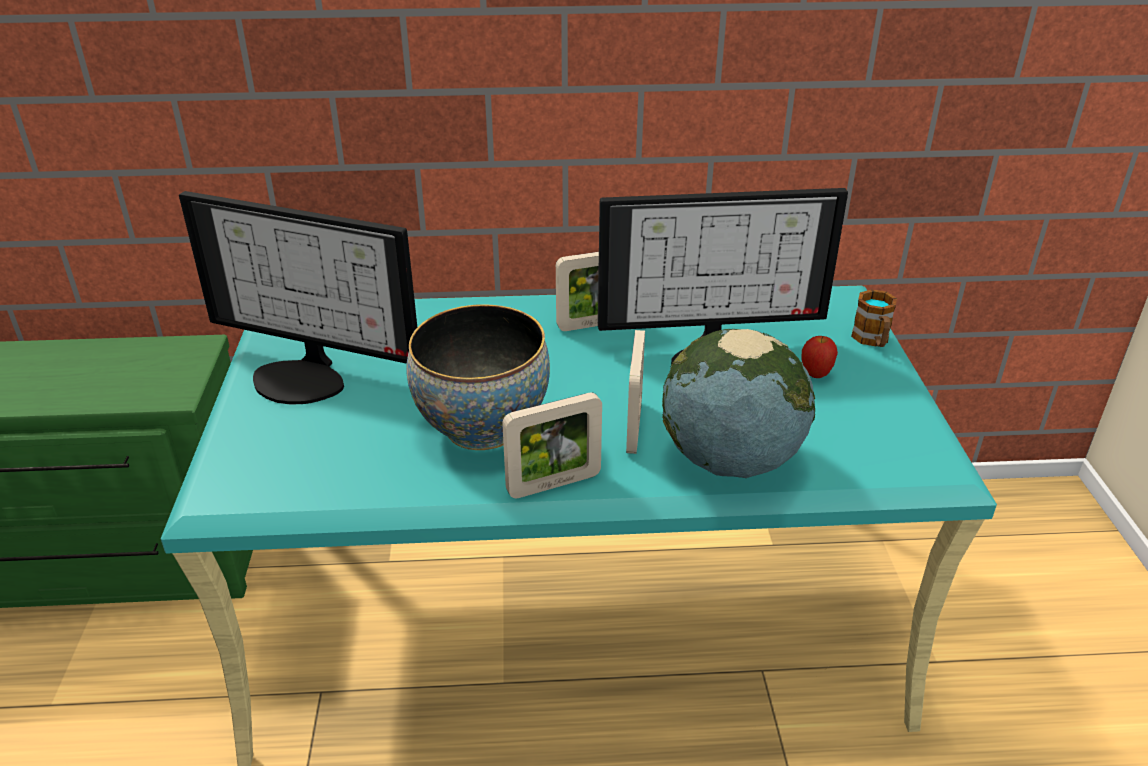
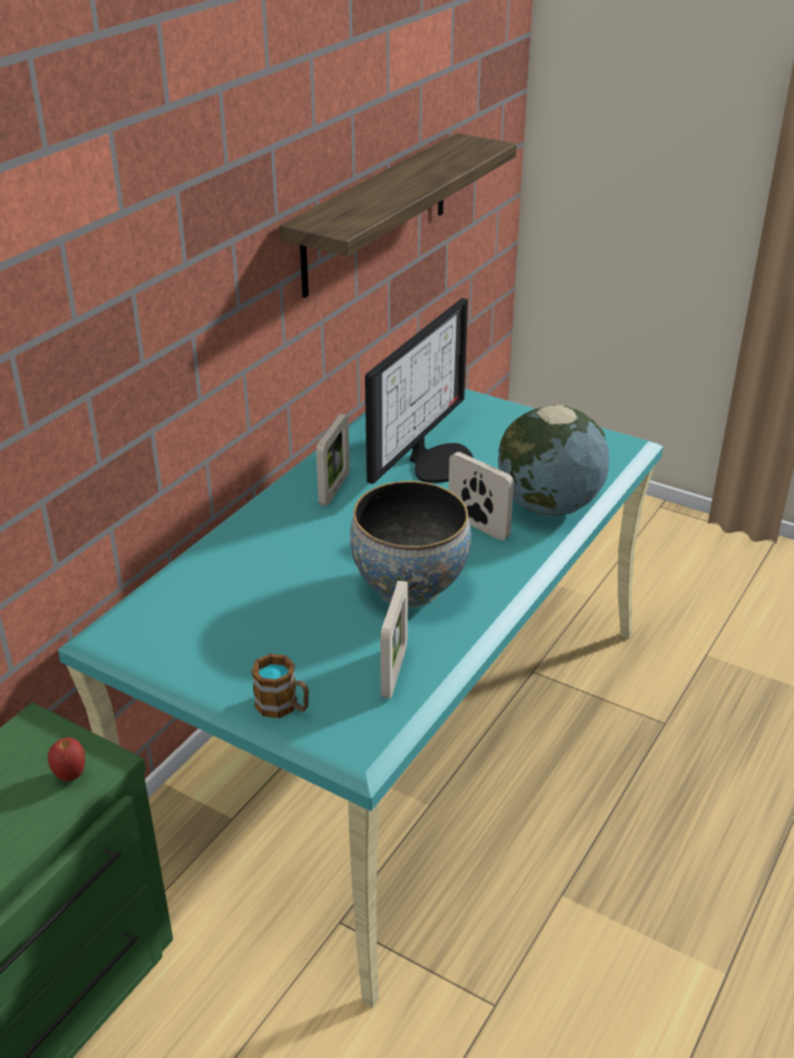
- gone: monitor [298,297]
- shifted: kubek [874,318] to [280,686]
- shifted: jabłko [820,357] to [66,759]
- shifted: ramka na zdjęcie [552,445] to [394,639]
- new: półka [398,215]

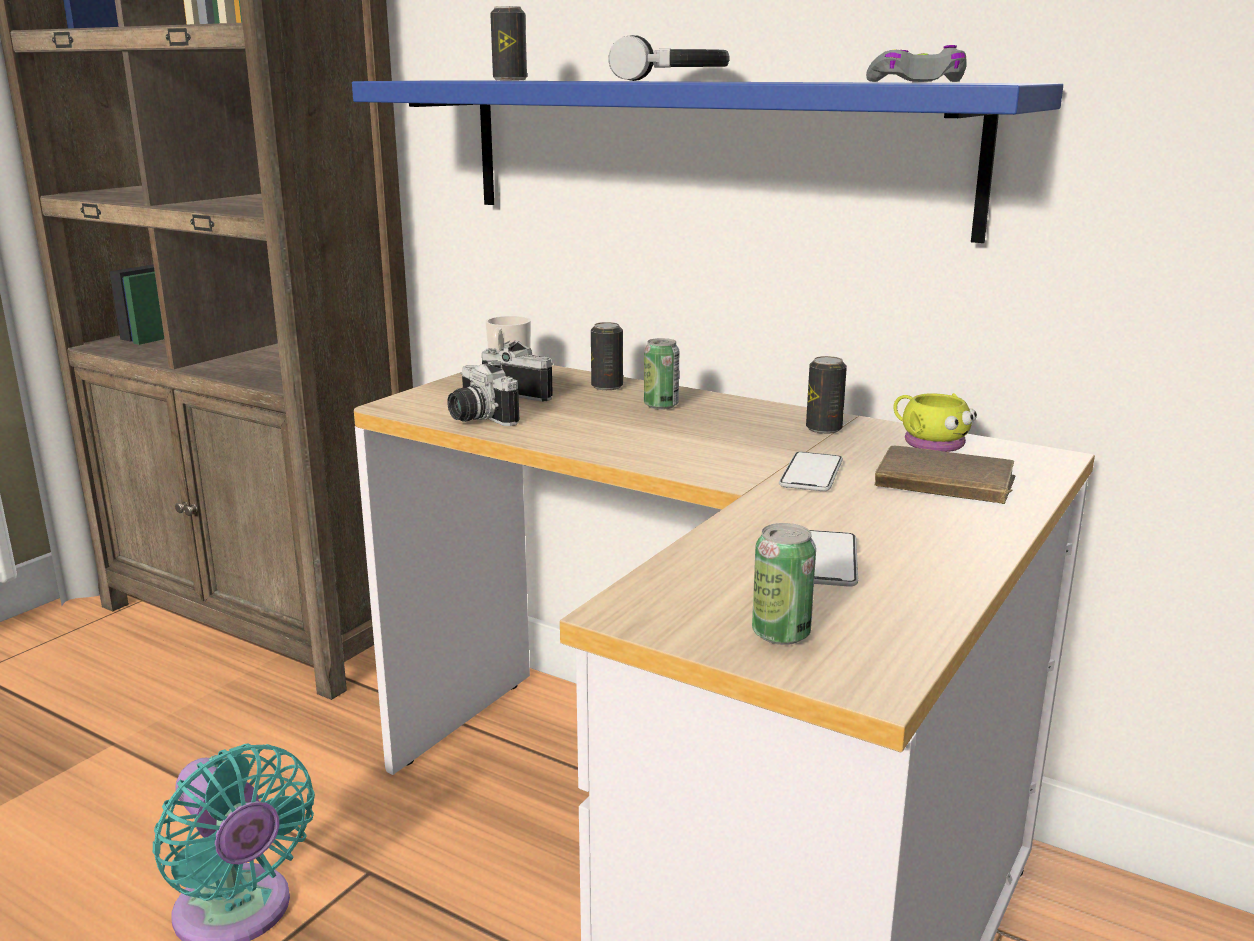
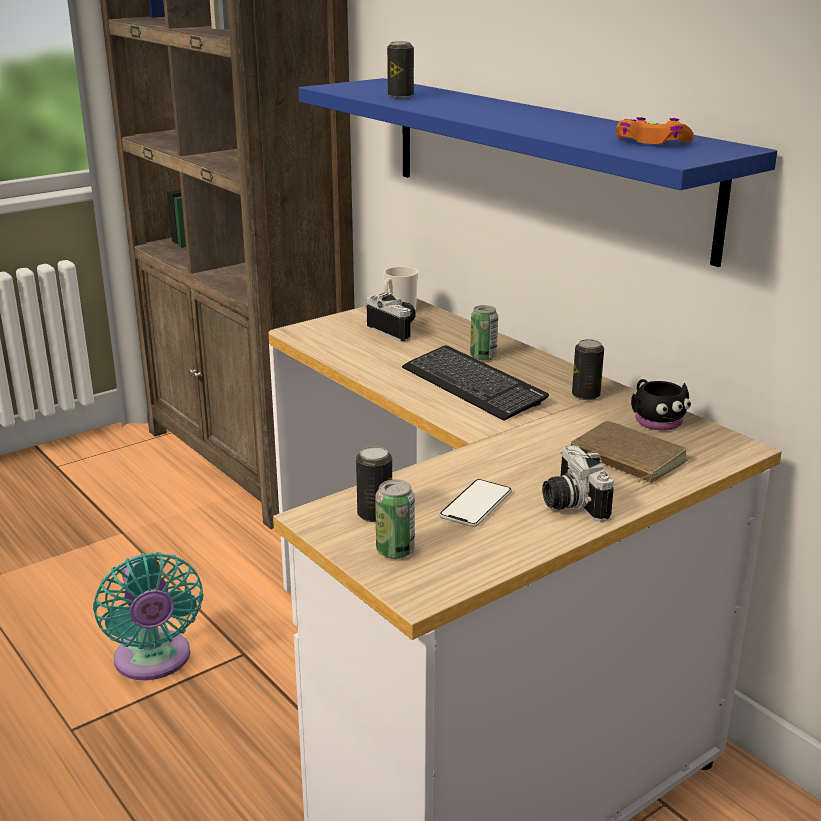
- gone: słuchawki [czarny] [669,58]
- repainted: pad do gier [szary] [916,63] to pad do gier [pomarańczowy] [655,130]
- shifted: puszka [607,356] to [374,484]
- shifted: aparat fotograficzny [483,393] to [578,483]
- repainted: kubek [żółty] [935,422] to kubek [czarny] [661,405]
- gone: telefon [811,471]
- new: klawiatura [475,383]

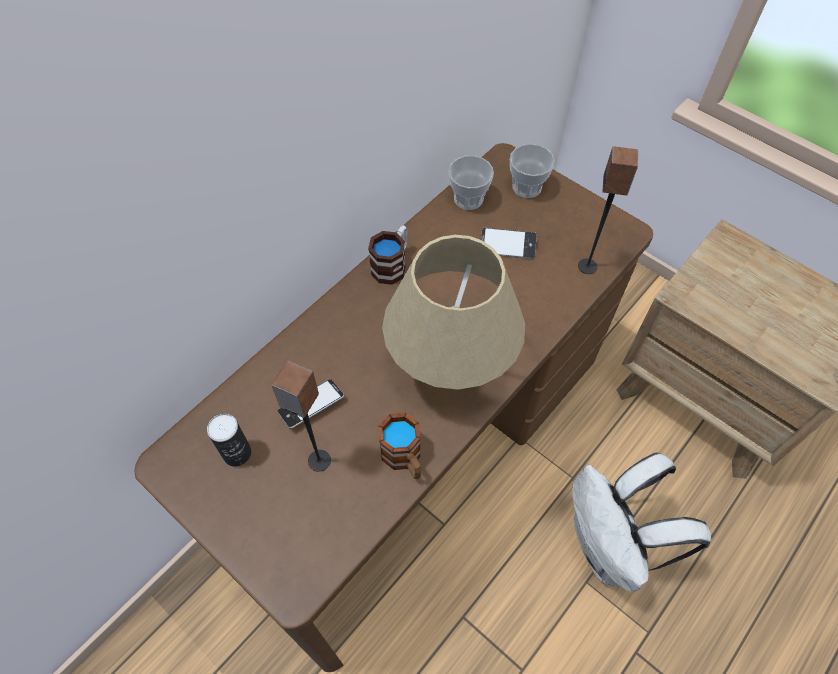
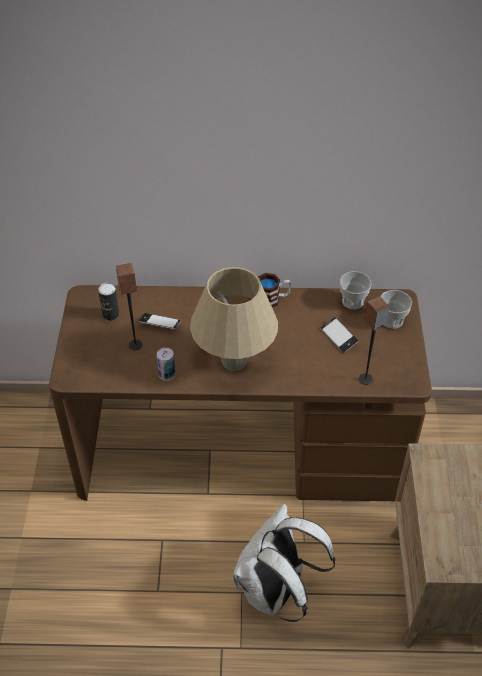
- swapped: kubek [400,446] to puszka [166,364]

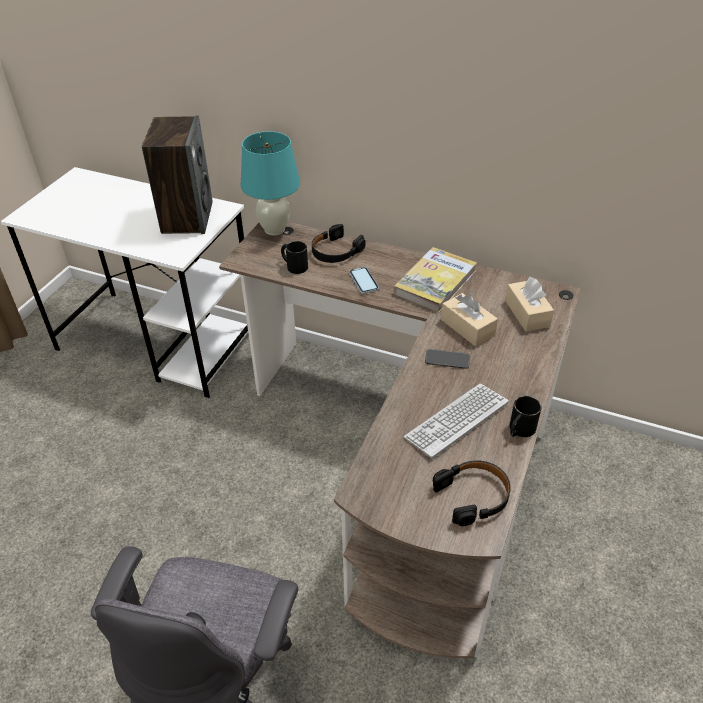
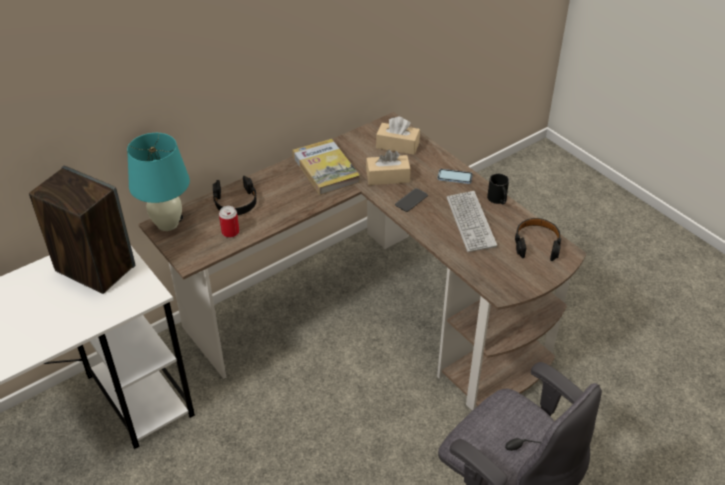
- swapped: kubek [czarny] [294,257] to puszka [229,222]
- shifted: telefon [364,280] to [455,176]

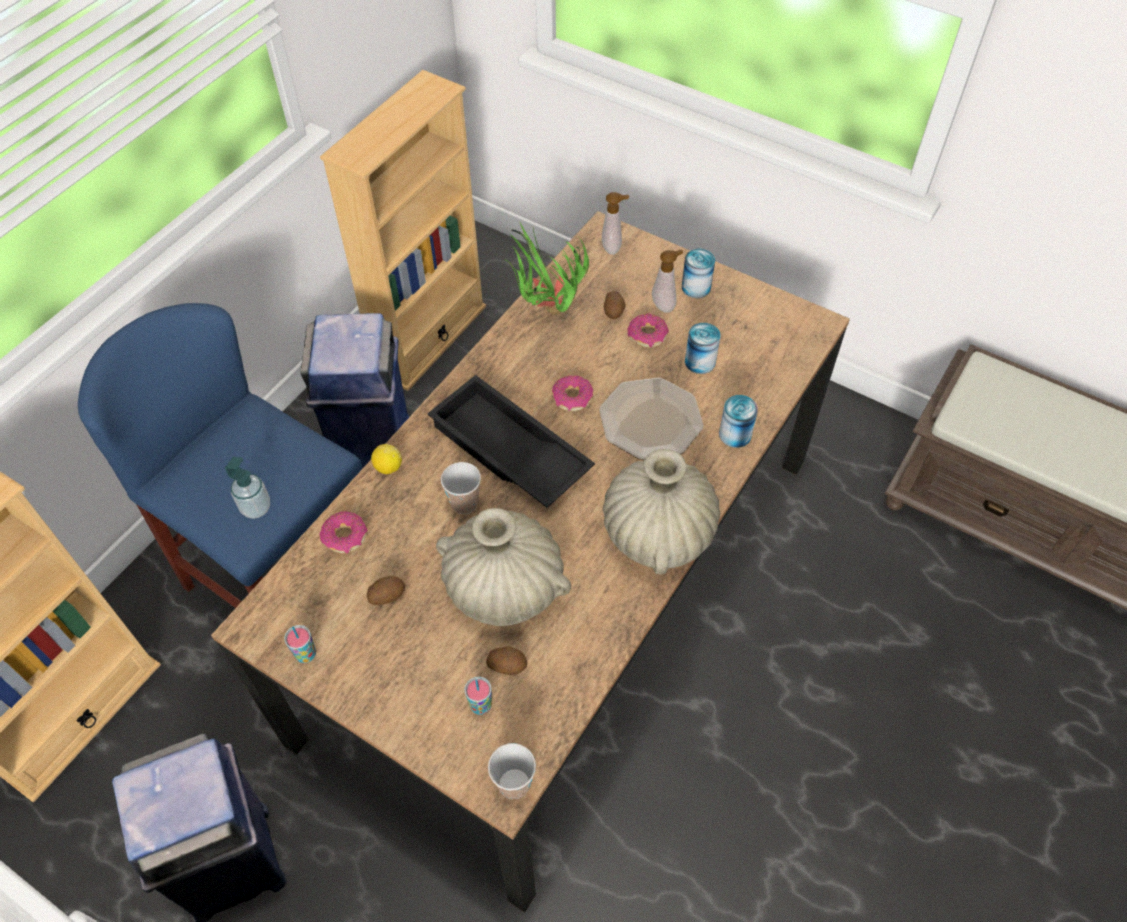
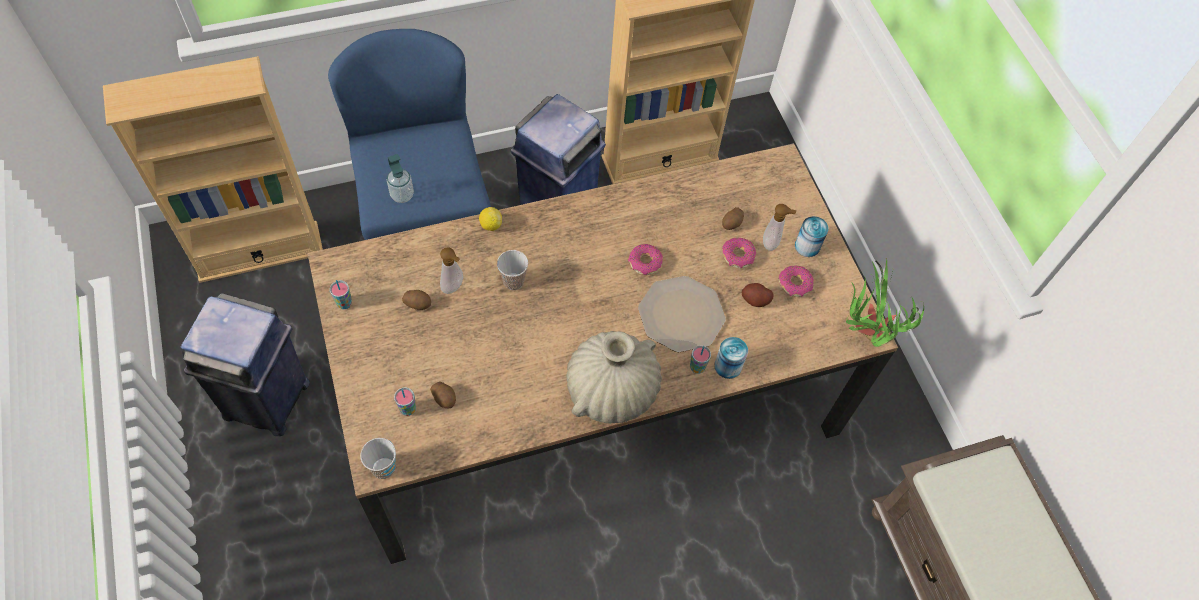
- shifted: dozownik mydła [615,223] to [451,270]
- shifted: roślina doniczkowa [547,269] to [885,302]
- swapped: puszka [702,348] to ziemniak [758,295]
- gone: taca [czarny] [511,441]
- gone: wazon [beżowy] [503,567]
- shifted: donut [343,533] to [796,281]
- new: filiżanka [700,359]

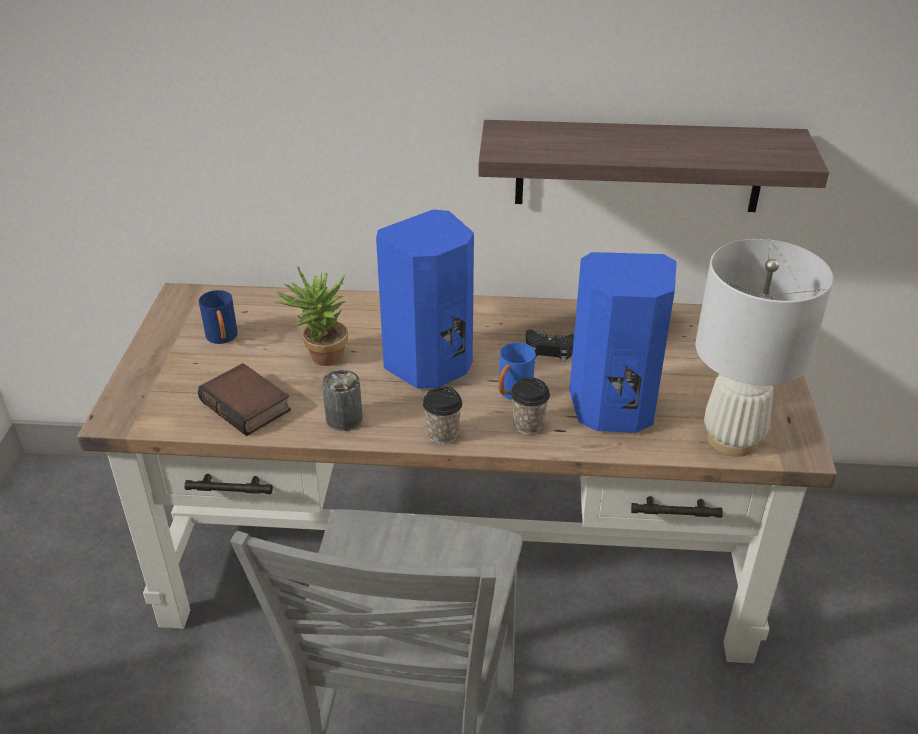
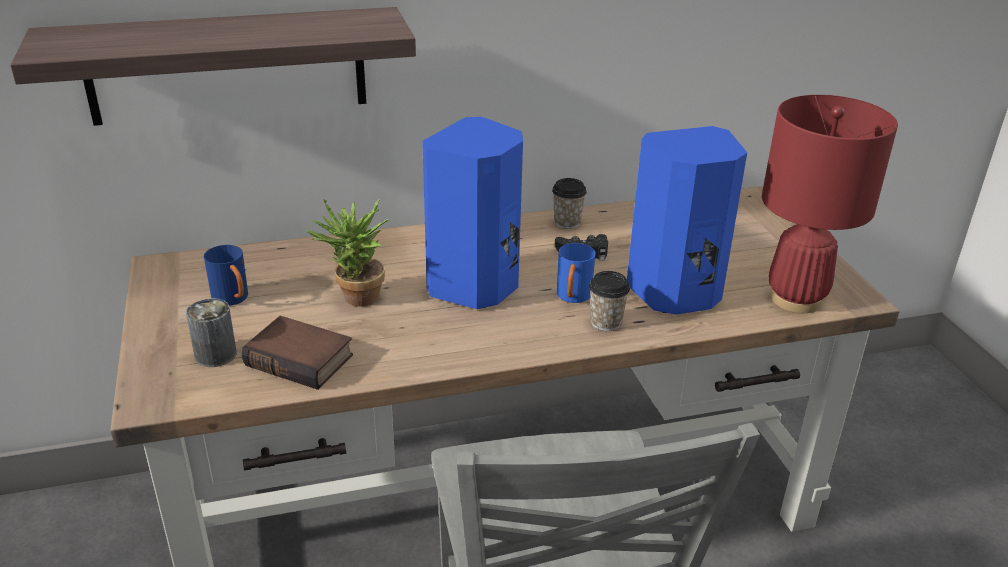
- shifted: półka [653,166] to [213,66]
- repainted: lampa stołowa [biały] [764,348] to lampa stołowa [czerwony] [830,204]
- shifted: puszka [342,400] to [211,332]
- shifted: filiżanka [442,415] to [569,203]

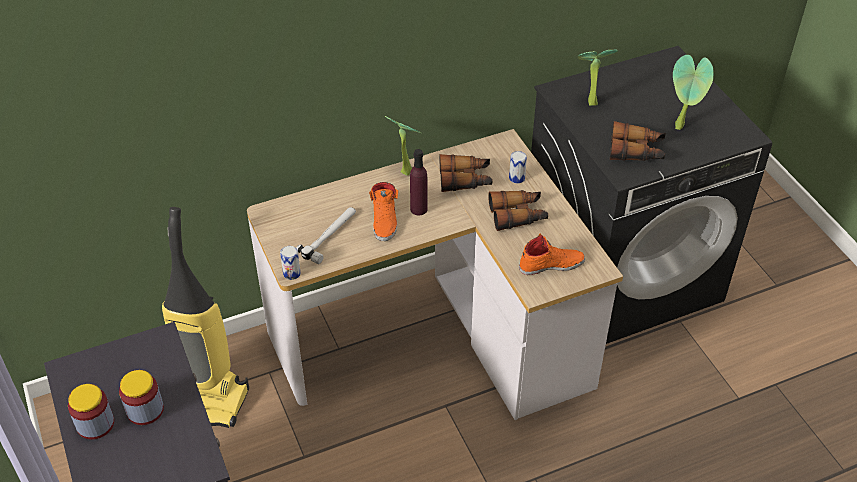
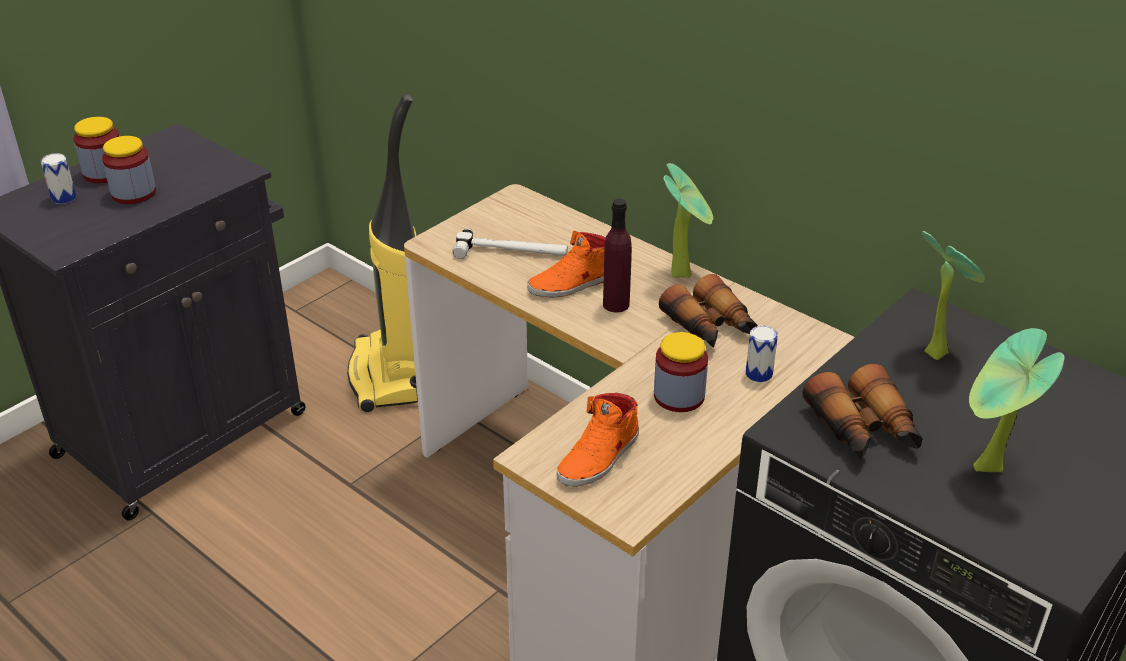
- swapped: lornetka [518,210] to słoik [681,372]
- rotated: but [pomarańczowy] [552,254] = [597,440] 75 degrees clockwise
- shifted: puszka [290,263] to [58,178]

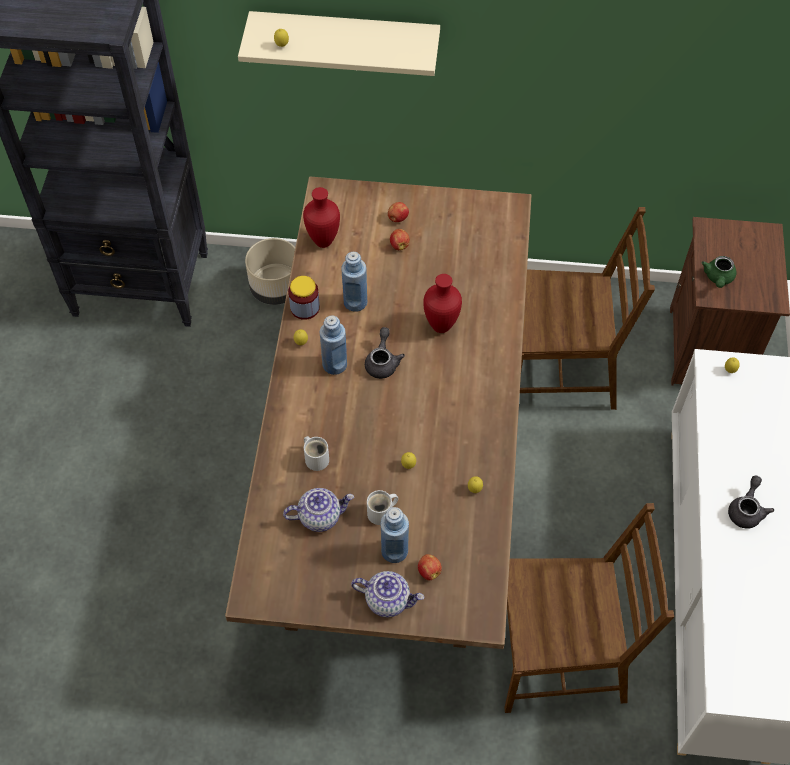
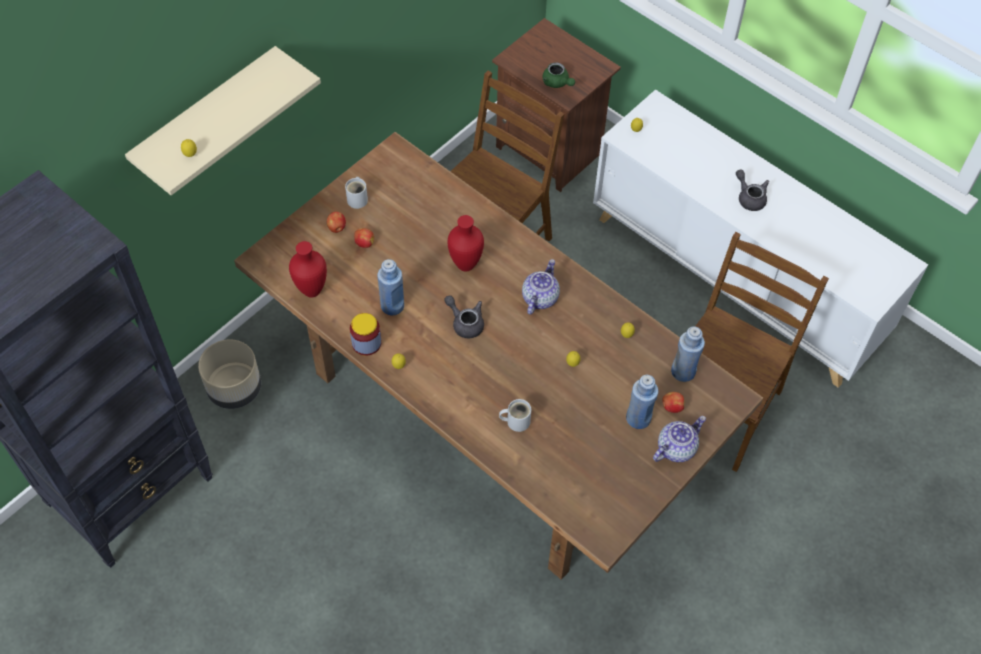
- shifted: butelka [niebieski] [333,345] to [688,354]
- shifted: imbryk [318,510] to [541,287]
- shifted: kubek [biały] [382,507] to [356,193]

